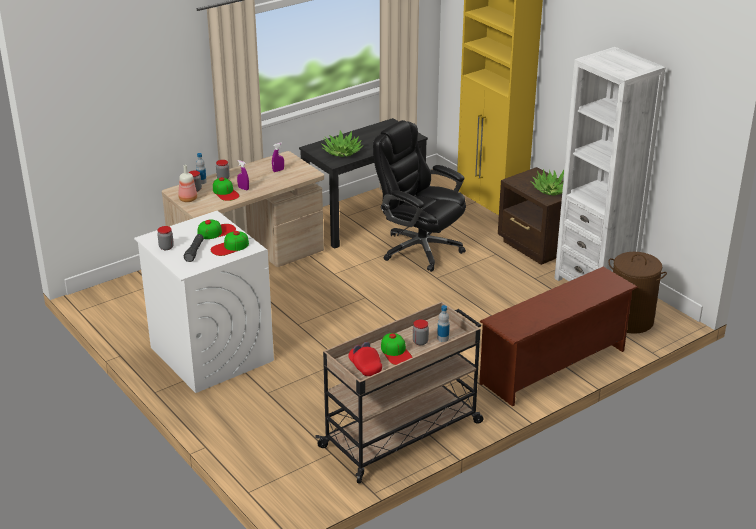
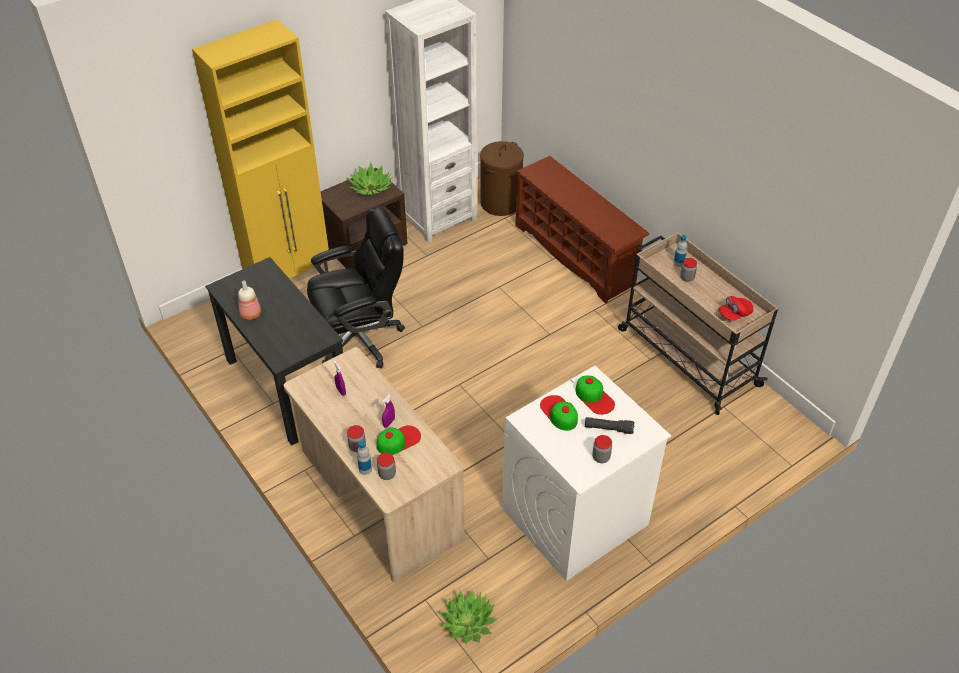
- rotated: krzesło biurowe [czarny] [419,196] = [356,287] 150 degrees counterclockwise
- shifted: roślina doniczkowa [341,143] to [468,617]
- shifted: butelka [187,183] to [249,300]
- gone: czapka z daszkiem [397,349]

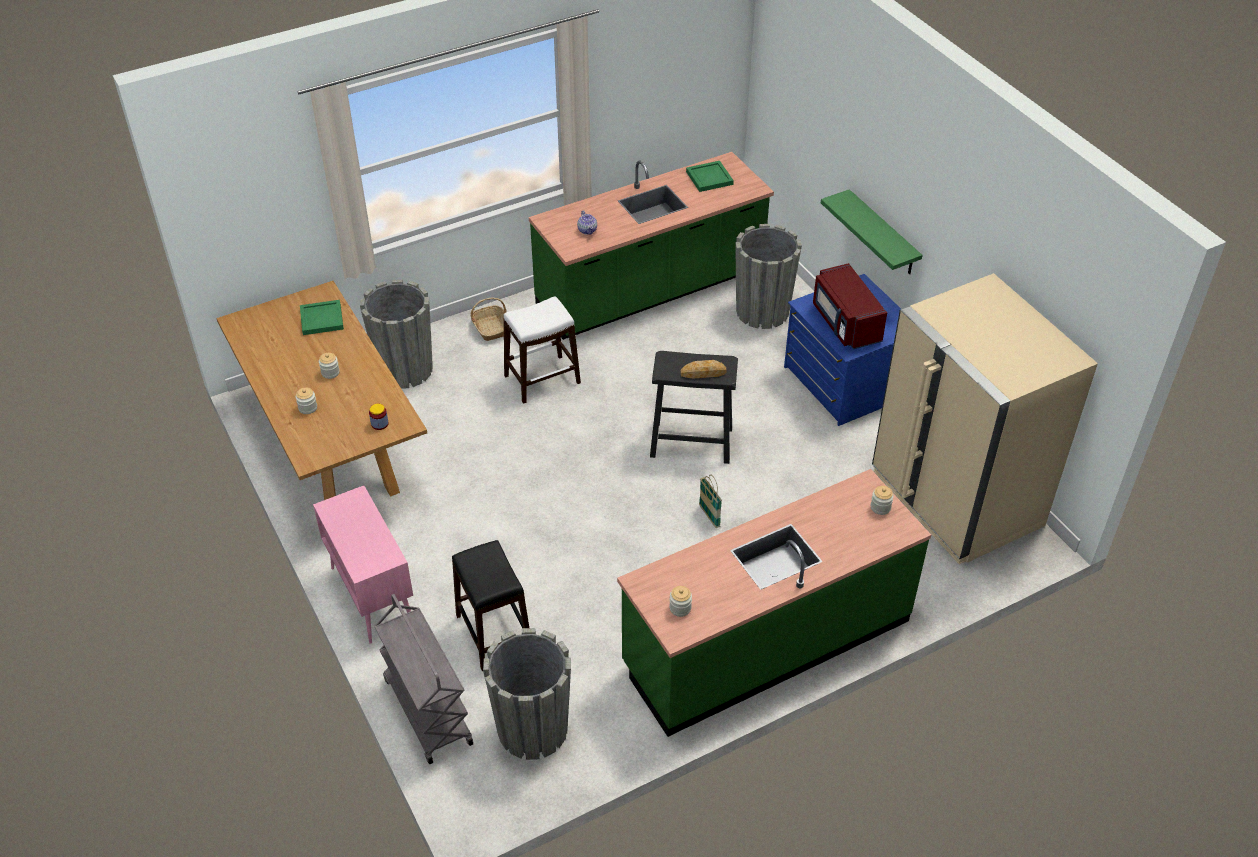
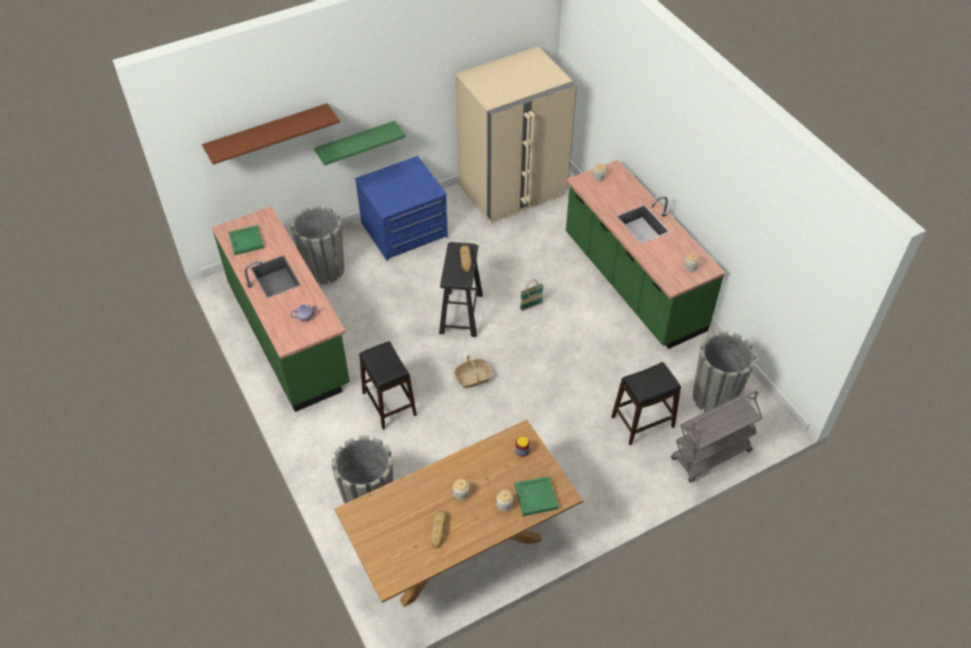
- gone: mikrofalówka [czerwony] [850,306]
- repainted: stołek [biały] [542,350] to stołek [czarny] [388,385]
- shifted: koszyk [489,319] to [473,371]
- shifted: taca [zielony] [322,317] to [537,496]
- gone: szafka [różowy] [363,564]
- new: półka [brązowy] [271,134]
- new: chleb [439,529]

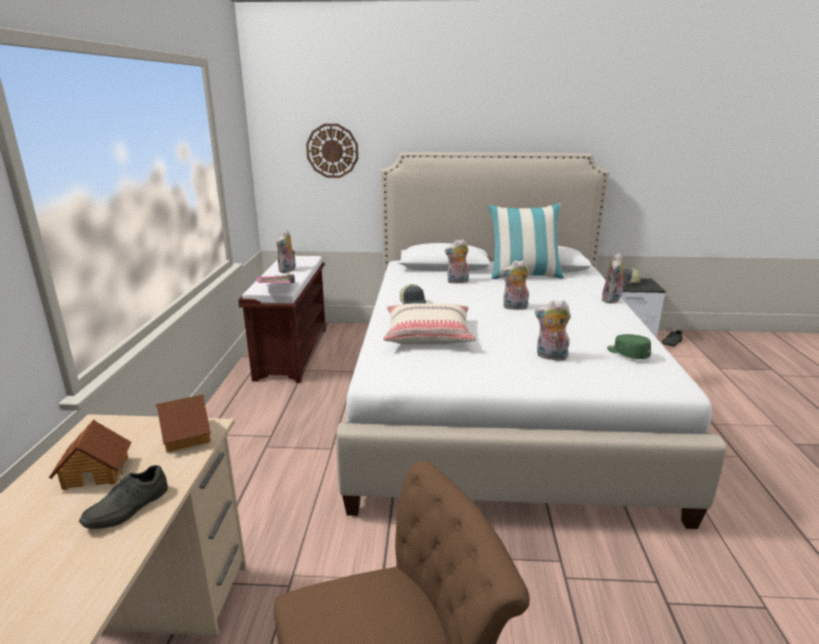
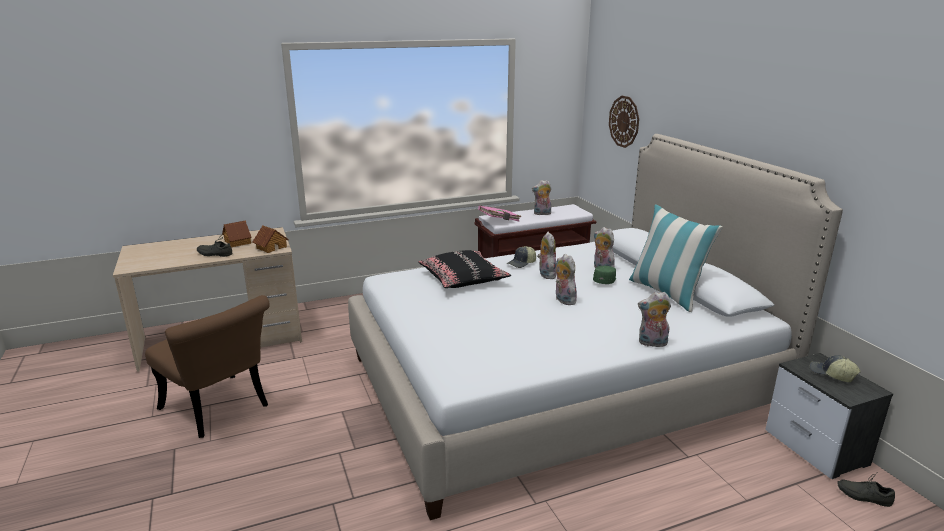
- shifted: pluszak [553,330] to [547,255]
- repainted: poduszka [beżowy] [429,323] to poduszka [czarny] [464,269]
- shifted: czapka z daszkiem [zielony] [629,346] to [604,275]

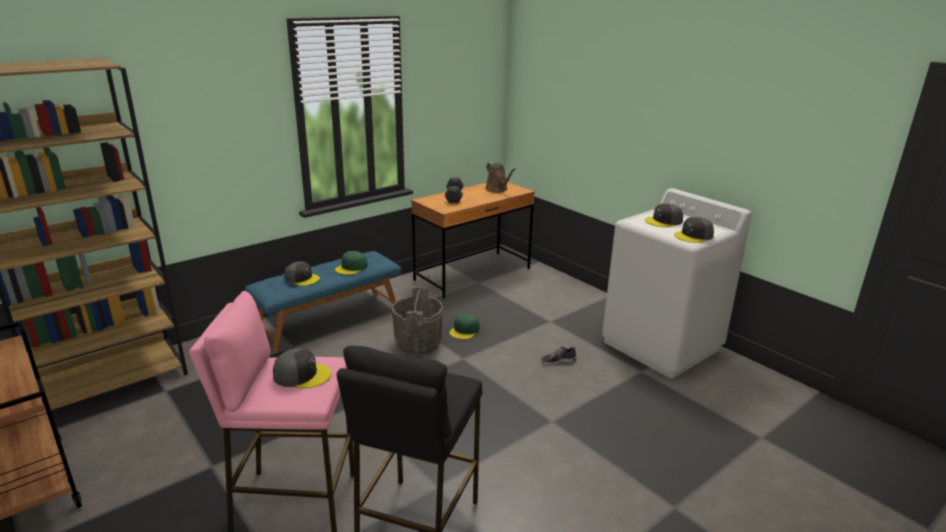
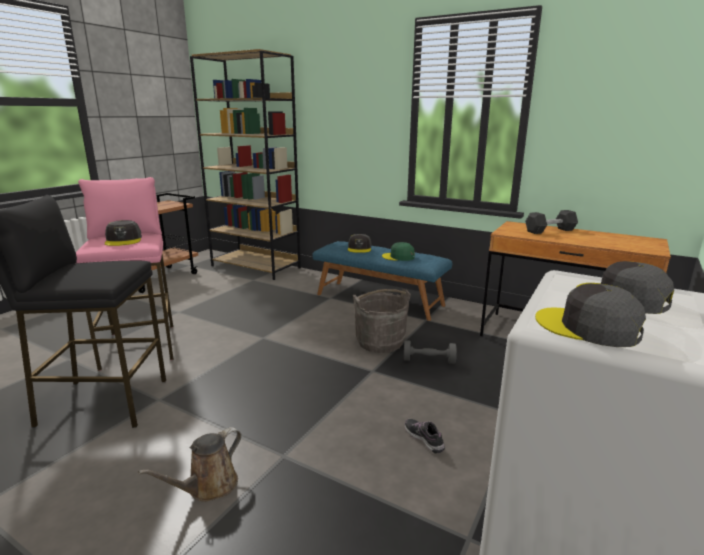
- shifted: konewka [brązowy] [500,177] to [190,464]
- swapped: czapka z daszkiem [zielony] [465,326] to hantel [szary] [430,352]

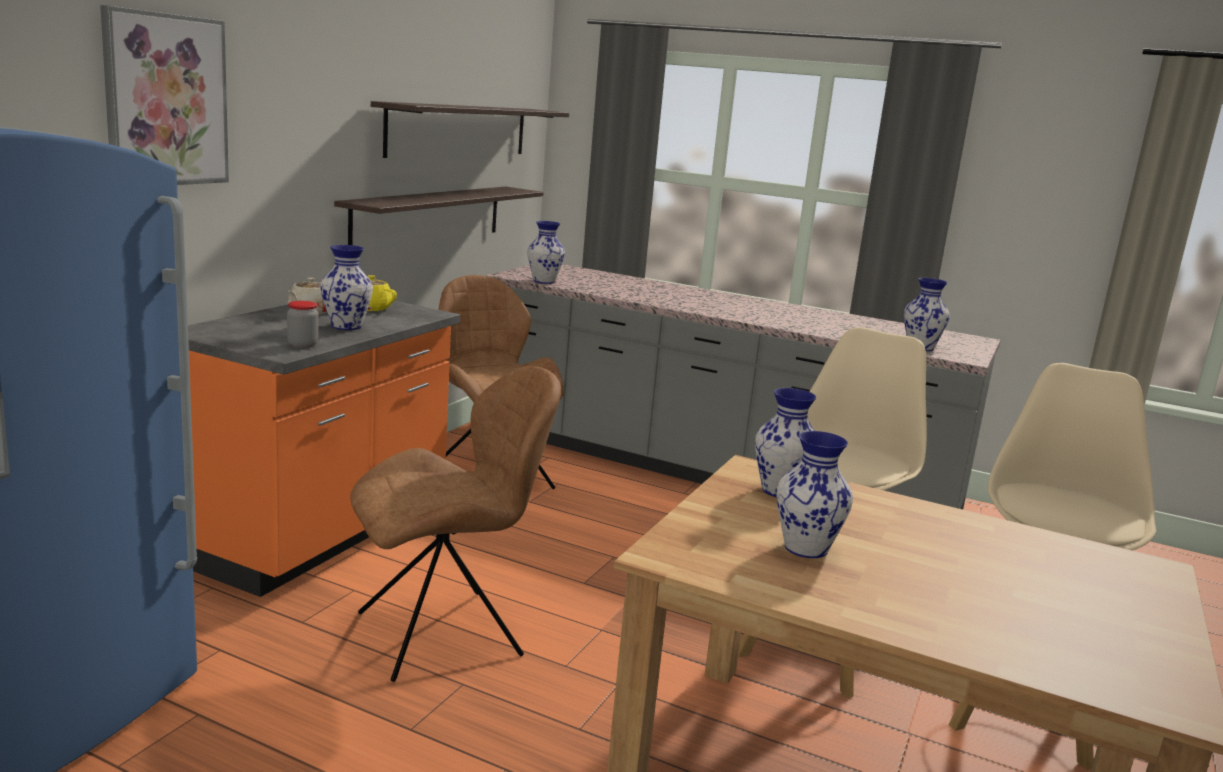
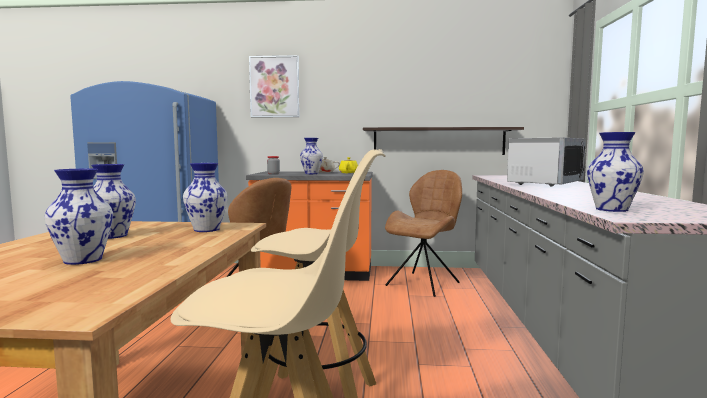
- gone: półka [470,129]
- shifted: wazon [546,252] to [78,217]
- new: mikrofalówka [546,162]

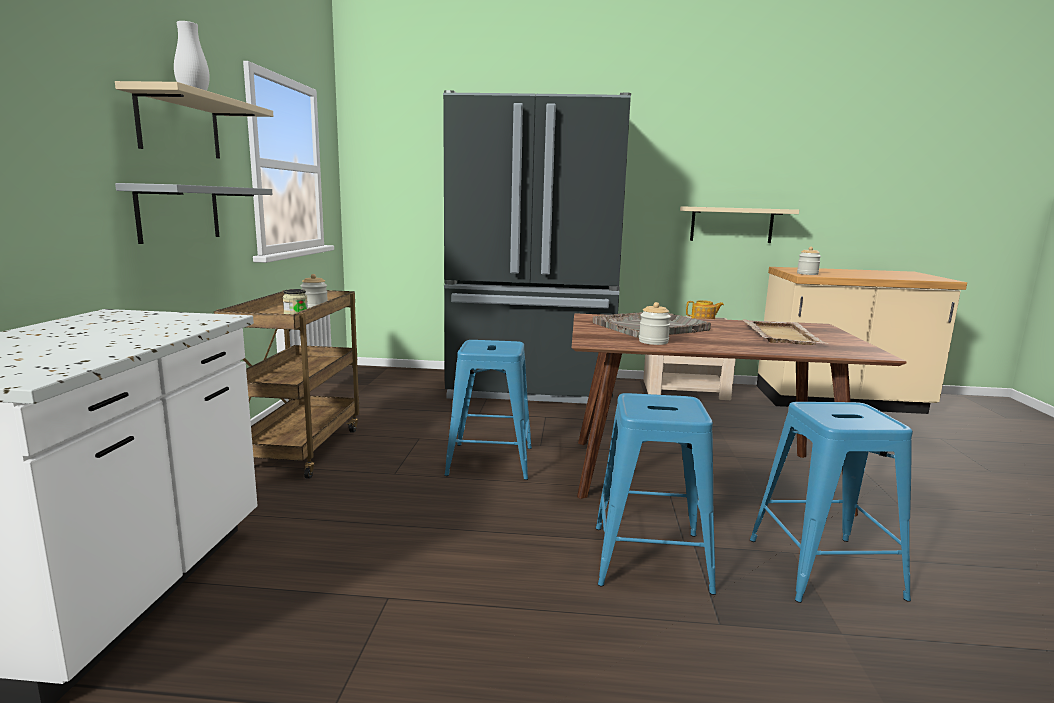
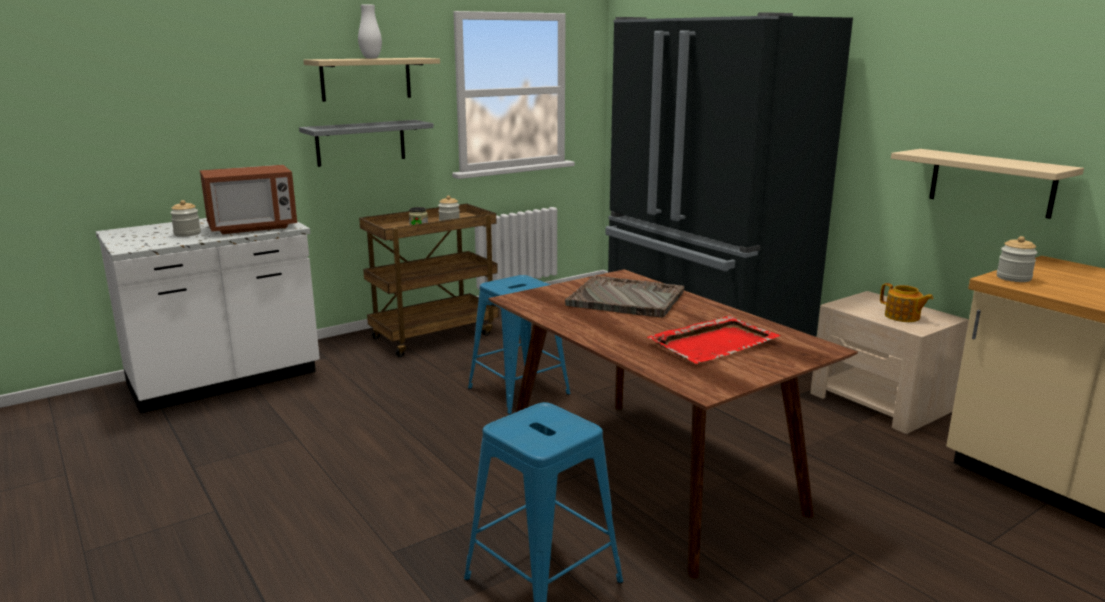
- shifted: słoik [655,323] to [185,218]
- repainted: taca [beżowy] [785,332] to taca [czerwony] [713,340]
- gone: stołek [niebieski] [656,494]
- new: mikrofalówka [248,199]

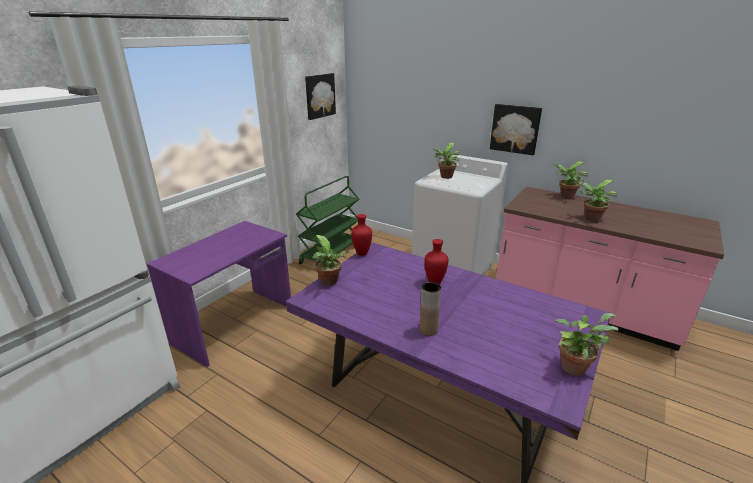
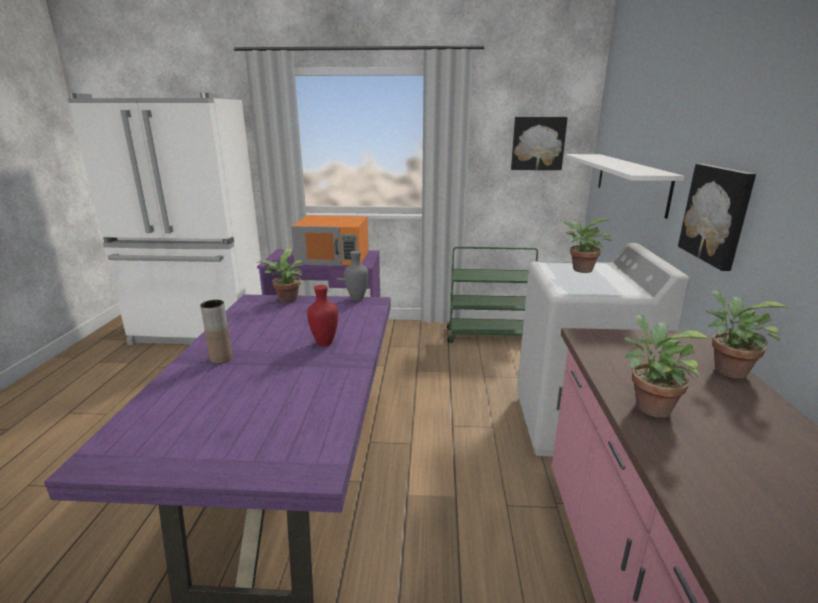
- repainted: wazon [czerwony] [361,235] to wazon [szary] [356,276]
- gone: roślina doniczkowa [587,344]
- new: półka [biały] [624,186]
- new: mikrofalówka [pomarańczowy] [330,240]

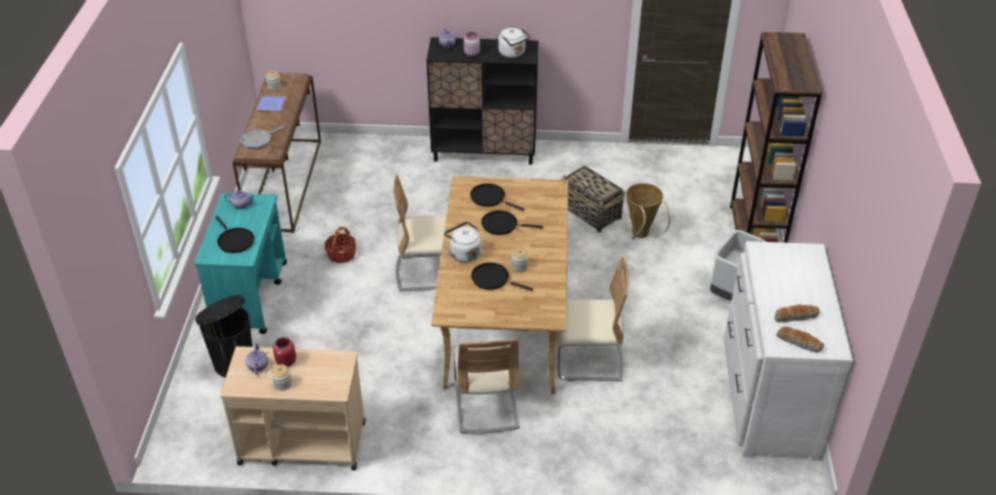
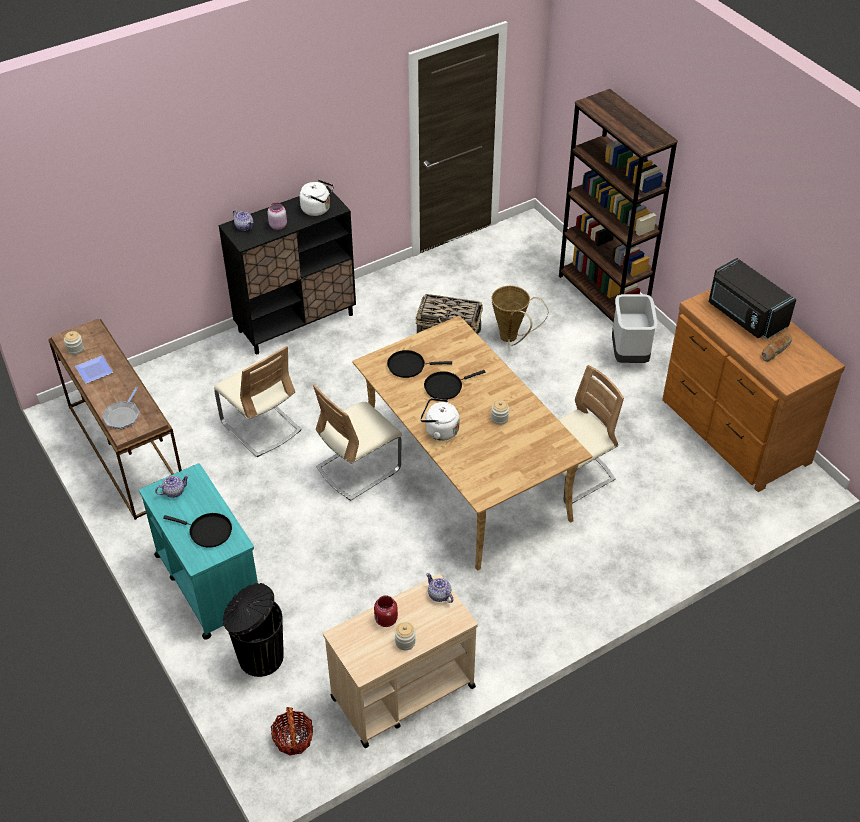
- shifted: koszyk [340,244] to [292,731]
- repainted: komoda [biały] [788,351] to komoda [brązowy] [753,390]
- gone: patelnia [czarny] [502,276]
- gone: chleb [800,339]
- shifted: krzesło [beżowy] [487,386] to [258,401]
- shifted: imbryk [257,359] to [440,588]
- new: mikrofalówka [czarny] [752,299]

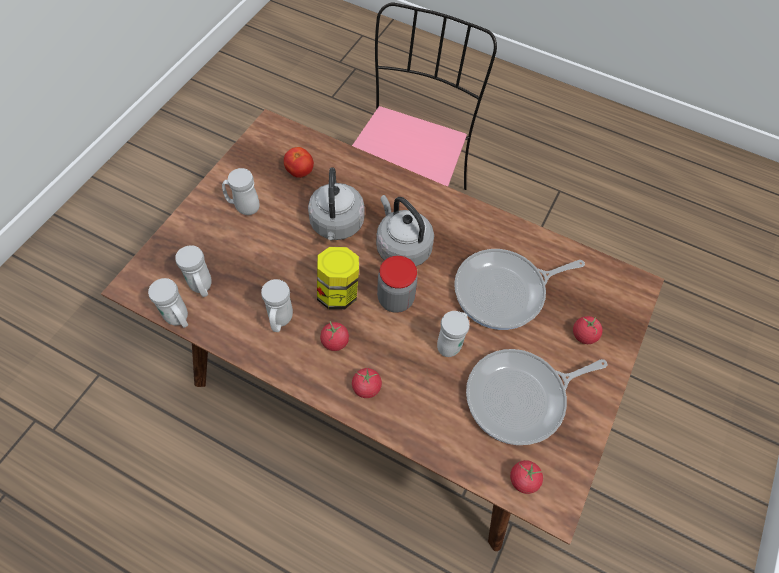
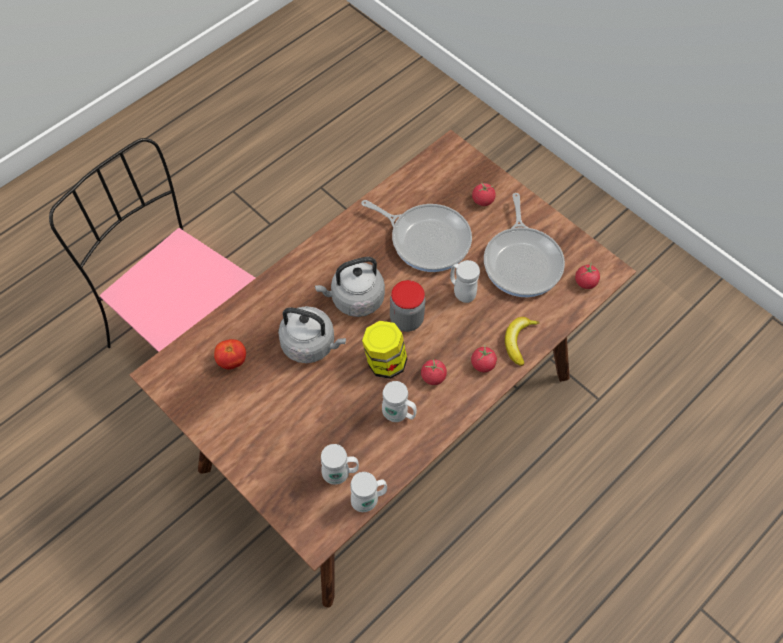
- gone: kubek [biały] [241,191]
- rotated: patelnia [519,289] = [416,236] 60 degrees counterclockwise
- new: banan [522,341]

